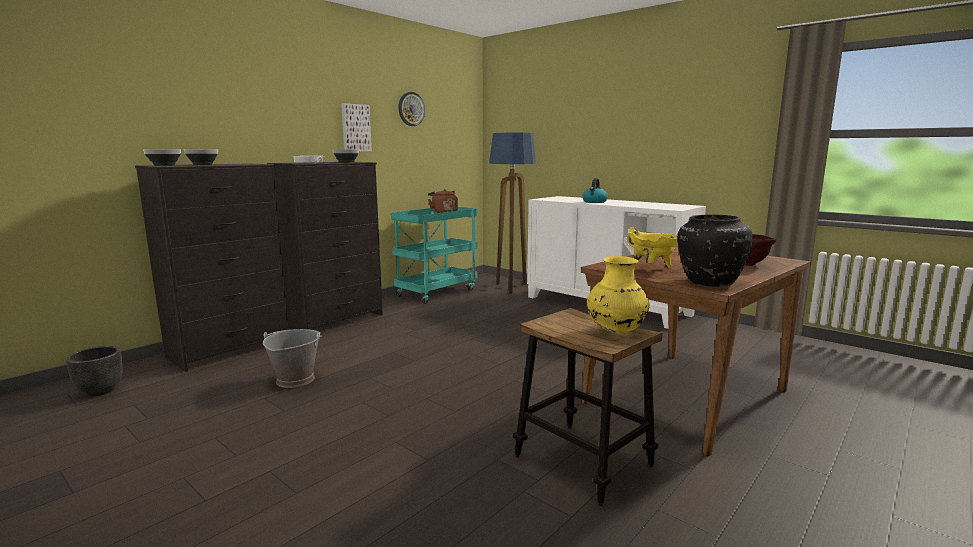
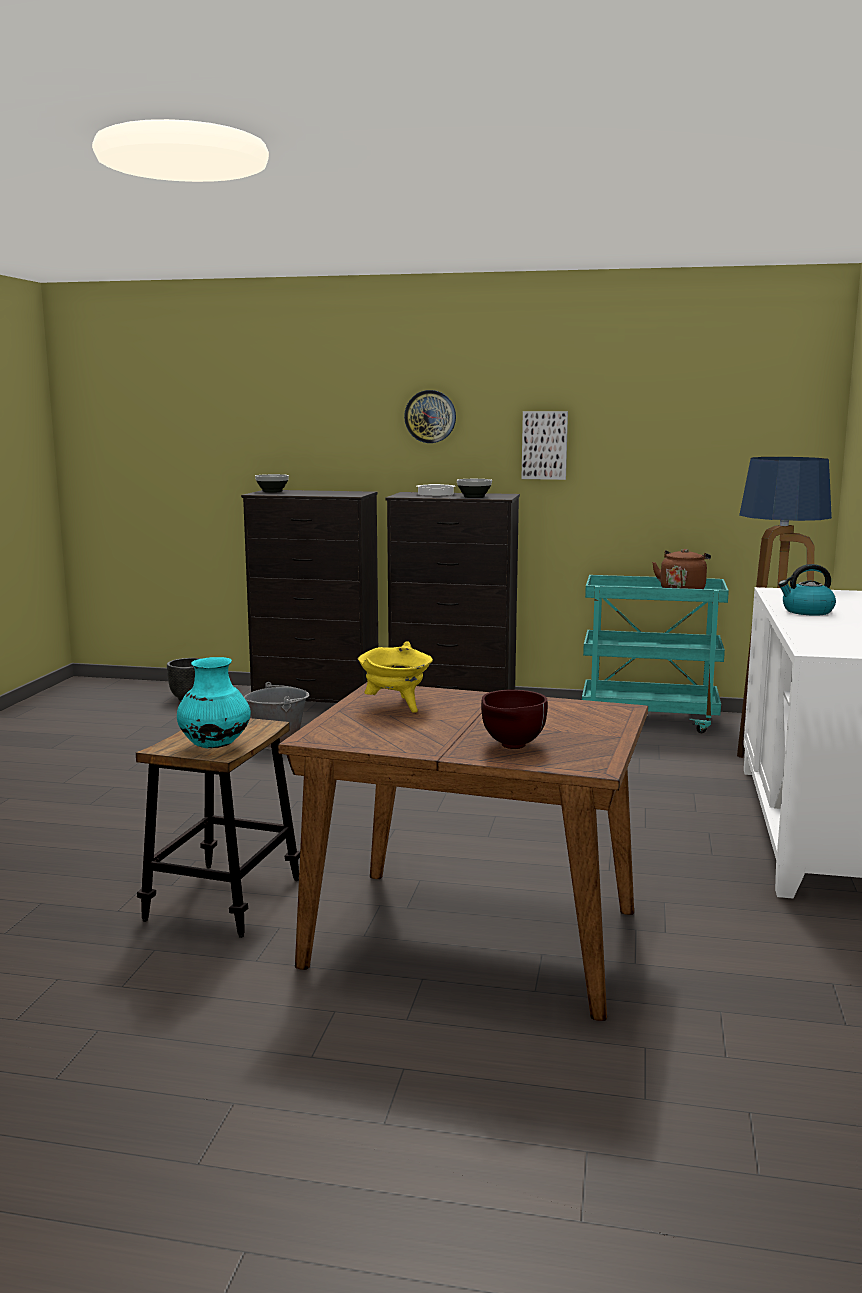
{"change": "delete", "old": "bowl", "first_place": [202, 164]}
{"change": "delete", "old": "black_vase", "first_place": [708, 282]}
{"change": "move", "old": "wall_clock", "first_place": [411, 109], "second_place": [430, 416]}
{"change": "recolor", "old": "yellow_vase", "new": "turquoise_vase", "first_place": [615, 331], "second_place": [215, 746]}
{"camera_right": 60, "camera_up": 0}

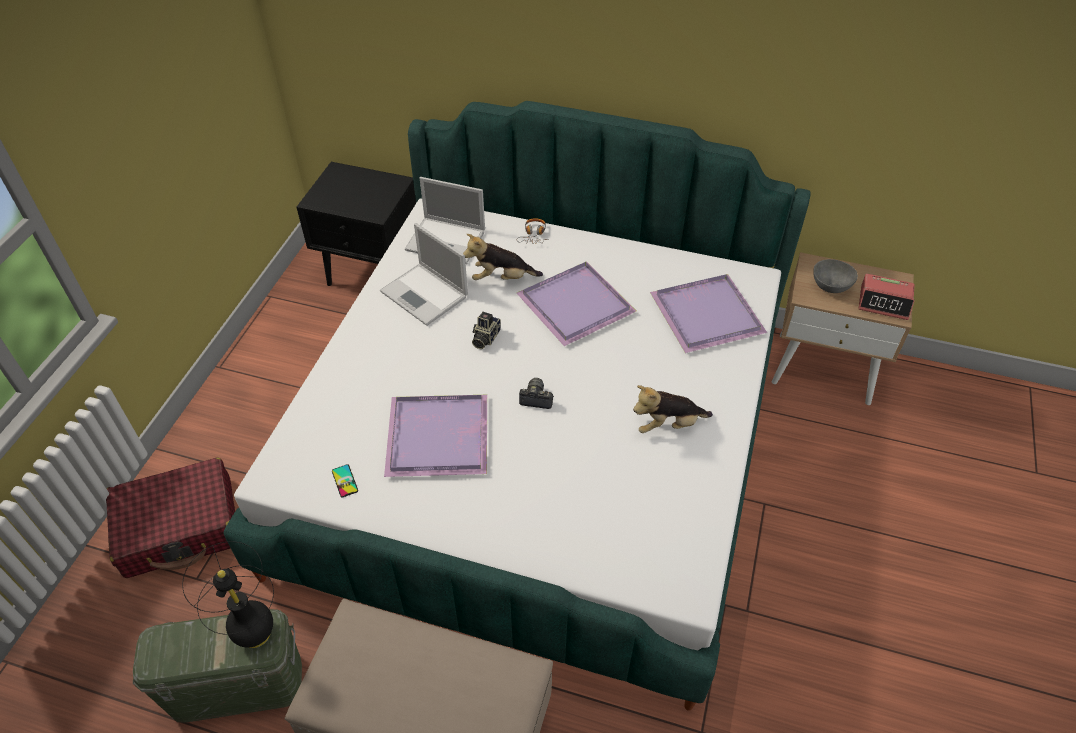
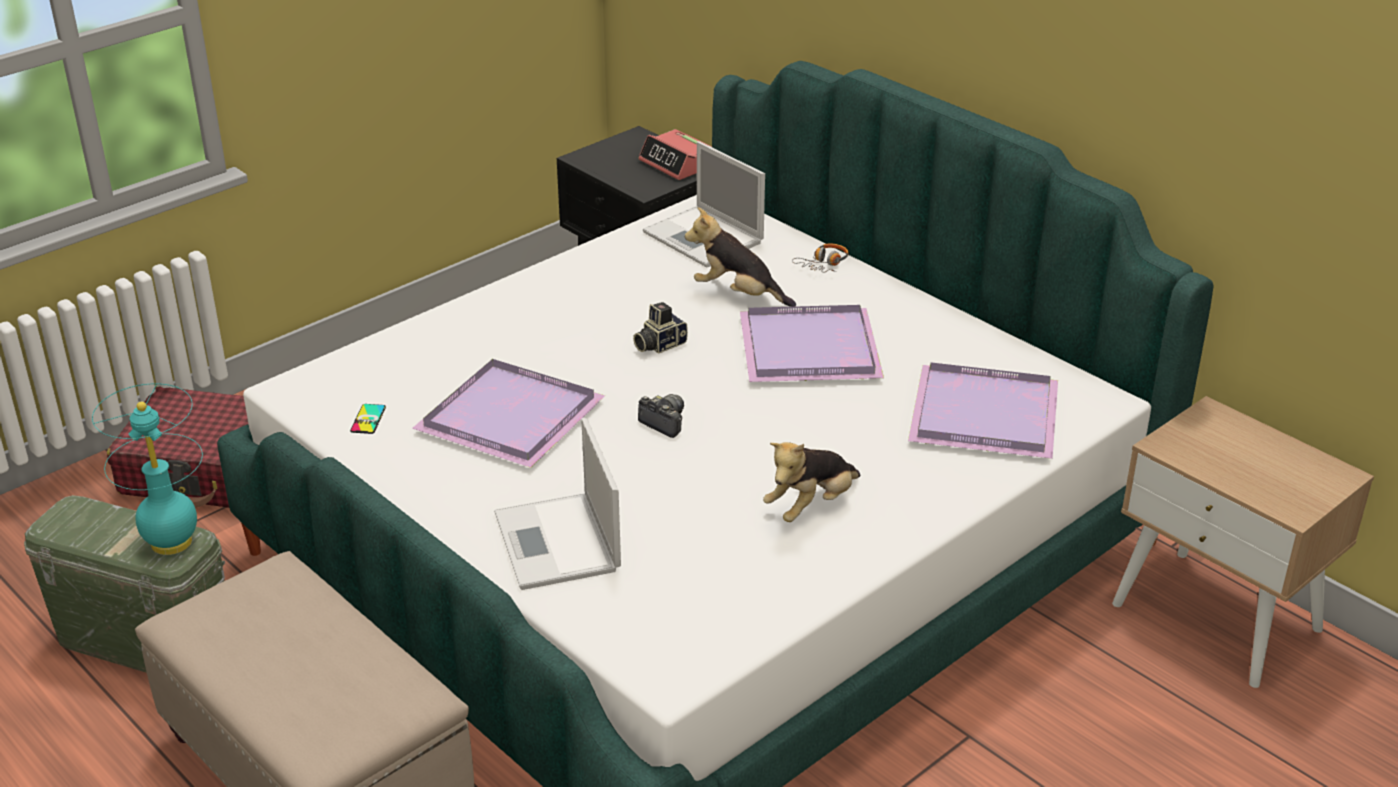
{"change": "delete", "old": "grey_bowl", "first_place": [831, 287]}
{"change": "move", "old": "laptop", "first_place": [425, 295], "second_place": [558, 544]}
{"change": "move", "old": "alarm_clock", "first_place": [884, 302], "second_place": [677, 164]}
{"change": "recolor", "old": "black_table_lamp", "new": "turquoise_table_lamp", "first_place": [254, 633], "second_place": [171, 542]}
{"change": "rotate", "old": "plush_toy", "first_place": [667, 424], "second_place": [811, 506], "degrees": -60}
{"camera_right": 30, "camera_up": -15}

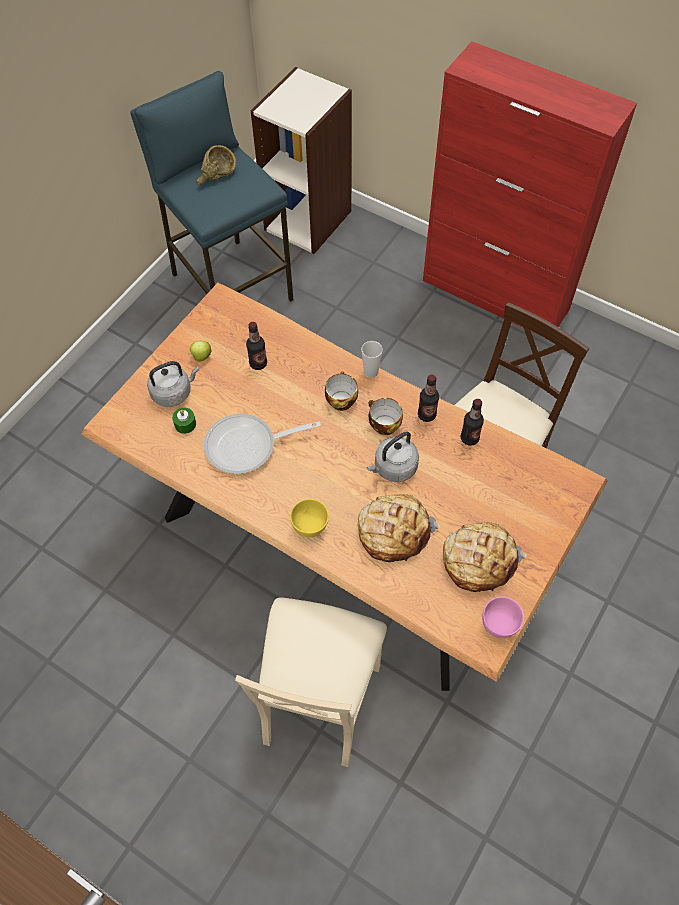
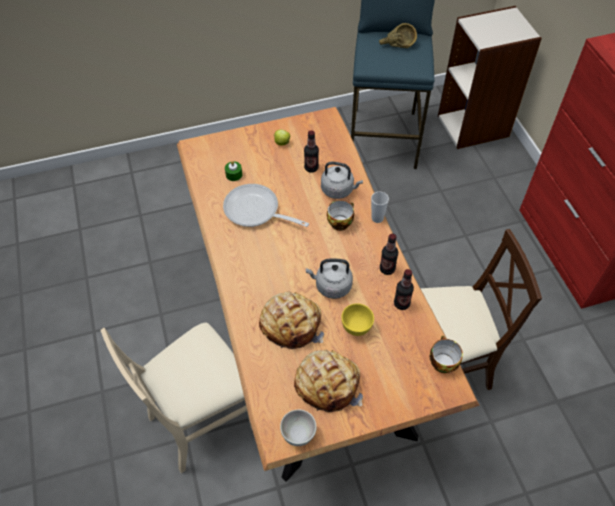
{"change": "move", "old": "grey_kettle", "first_place": [174, 392], "second_place": [339, 190]}
{"change": "move", "old": "yellow_bowl", "first_place": [310, 527], "second_place": [356, 328]}
{"change": "move", "old": "cup", "first_place": [382, 425], "second_place": [442, 362]}
{"change": "recolor", "old": "pink_bowl", "new": "white_bowl", "first_place": [499, 625], "second_place": [298, 435]}
{"camera_right": 40, "camera_up": -5}

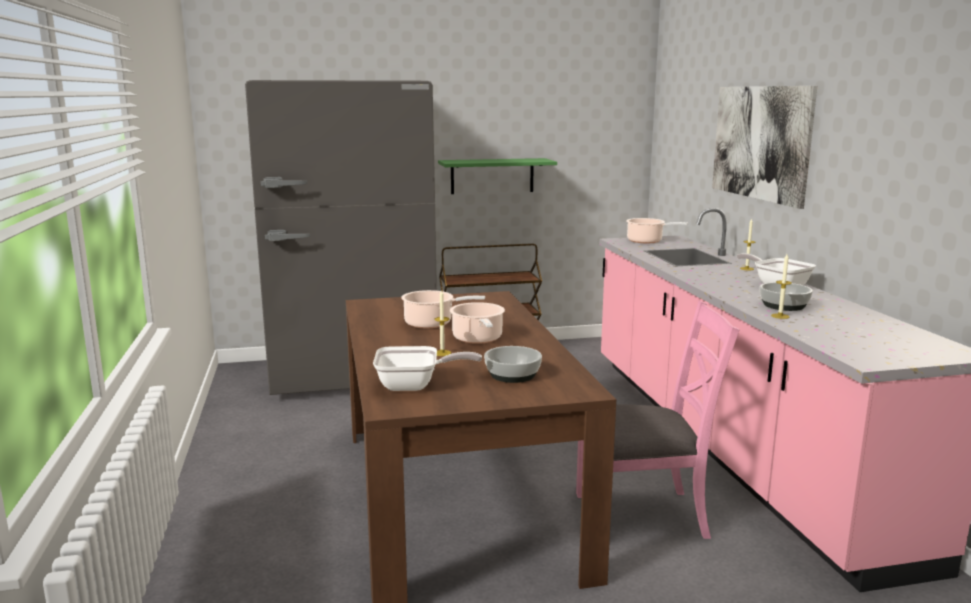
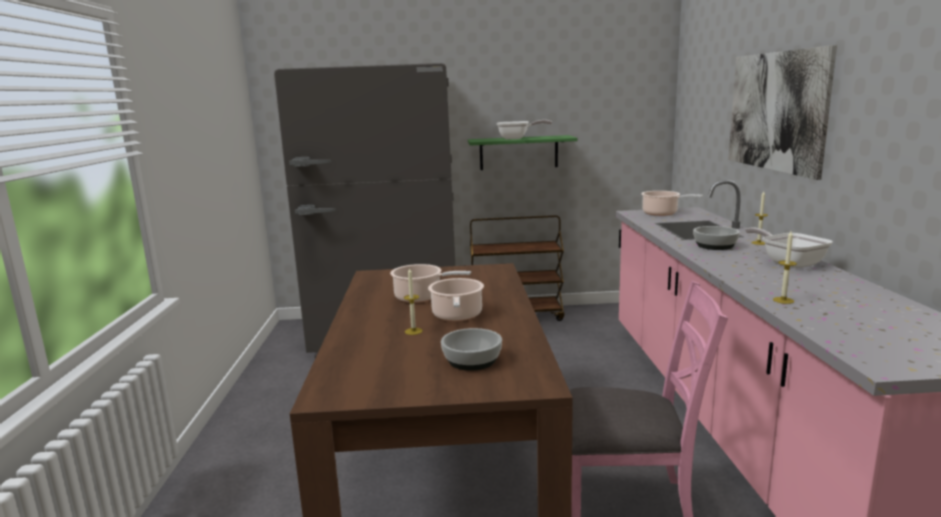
{"change": "move", "old": "frying_pan", "first_place": [415, 386], "second_place": [517, 138]}
{"change": "move", "old": "bowl", "first_place": [783, 305], "second_place": [714, 246]}
{"camera_right": 10, "camera_up": 0}

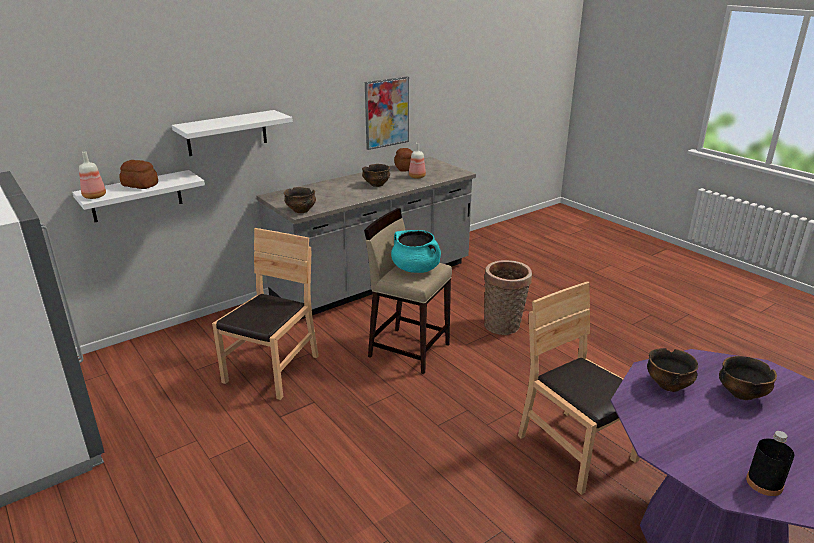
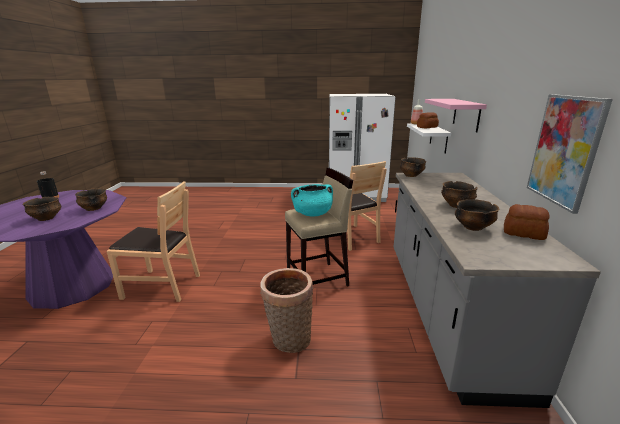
{"change": "replace", "old": "bottle", "new": "bowl", "first_place": [416, 177], "second_place": [473, 227]}
{"change": "recolor", "old": "white_shelf", "new": "pink_shelf", "first_place": [227, 133], "second_place": [466, 114]}
{"camera_right": 130, "camera_up": -5}

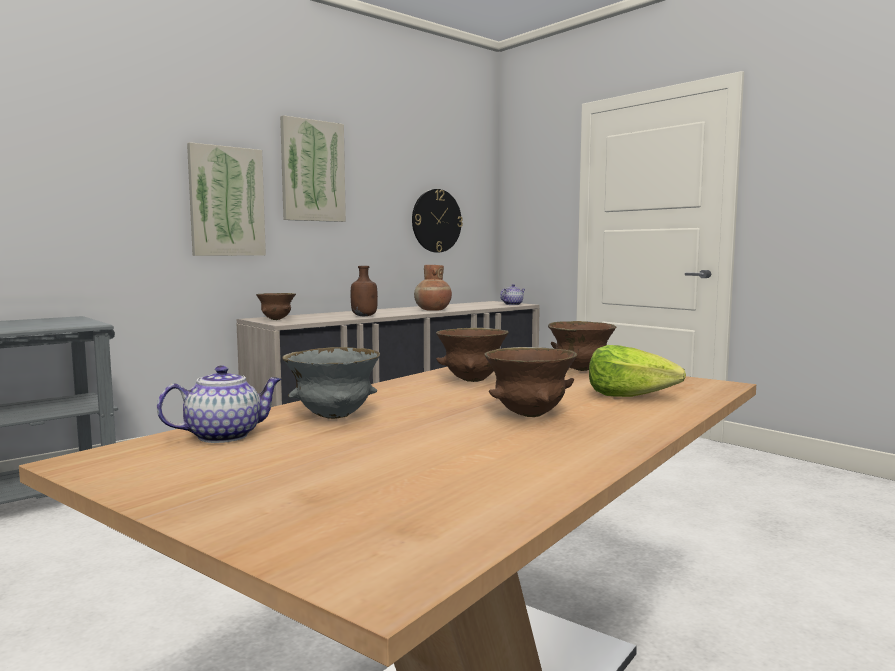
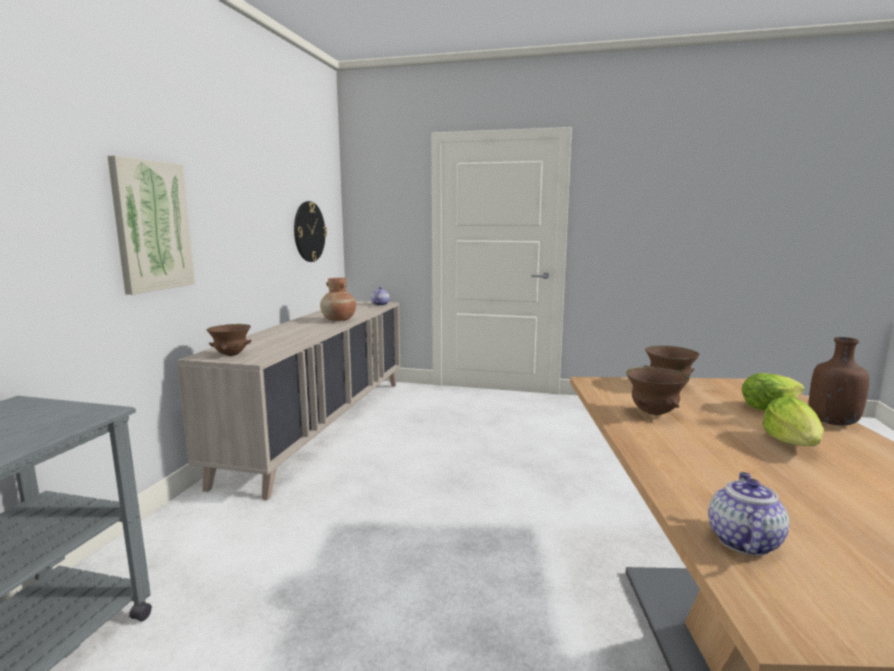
{"change": "delete", "old": "picture", "first_place": [312, 171]}
{"change": "delete", "old": "grey_bowl", "first_place": [334, 417]}
{"change": "move", "old": "brown_bottle", "first_place": [364, 316], "second_place": [832, 422]}
{"change": "replace", "old": "brown_bowl", "new": "lettuce", "first_place": [530, 415], "second_place": [793, 444]}
{"camera_right": -35, "camera_up": 5}

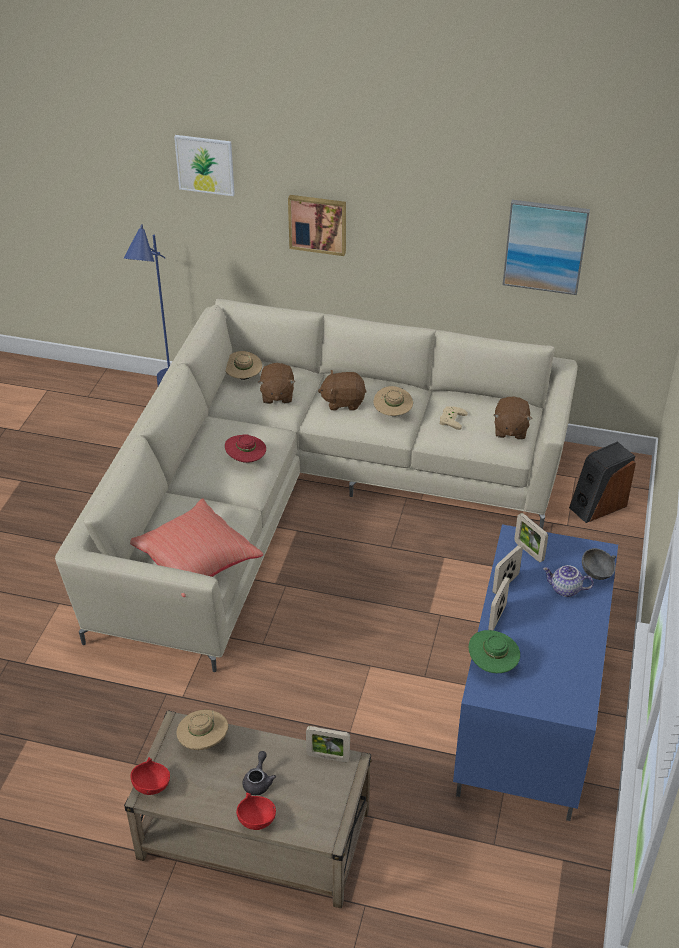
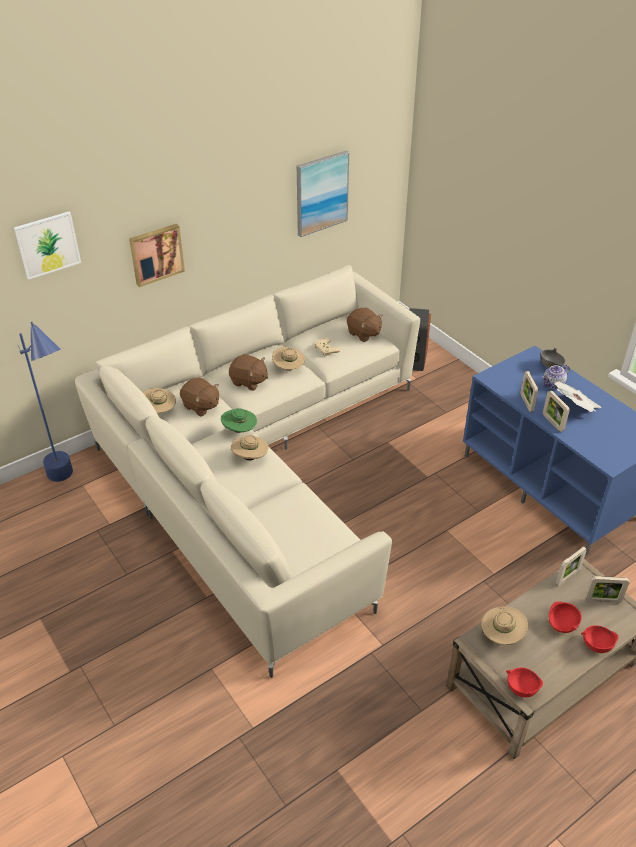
{"change": "delete", "old": "red_pillow", "first_place": [195, 562]}
{"change": "insert", "new": "newspaper", "second_place": [575, 407]}
{"change": "move", "old": "green_hat", "first_place": [492, 664], "second_place": [239, 430]}
{"change": "move", "old": "picture_frame", "first_place": [528, 551], "second_place": [602, 600]}
{"change": "replace", "old": "grey_teapot", "new": "red_bowl", "first_place": [258, 781], "second_place": [562, 625]}
{"change": "recolor", "old": "red_hat", "new": "beige_hat", "first_place": [246, 460], "second_place": [250, 457]}
{"change": "rotate", "old": "brown_plush_toy", "first_place": [343, 402], "second_place": [249, 382], "degrees": -105}
{"camera_right": -50, "camera_up": 0}

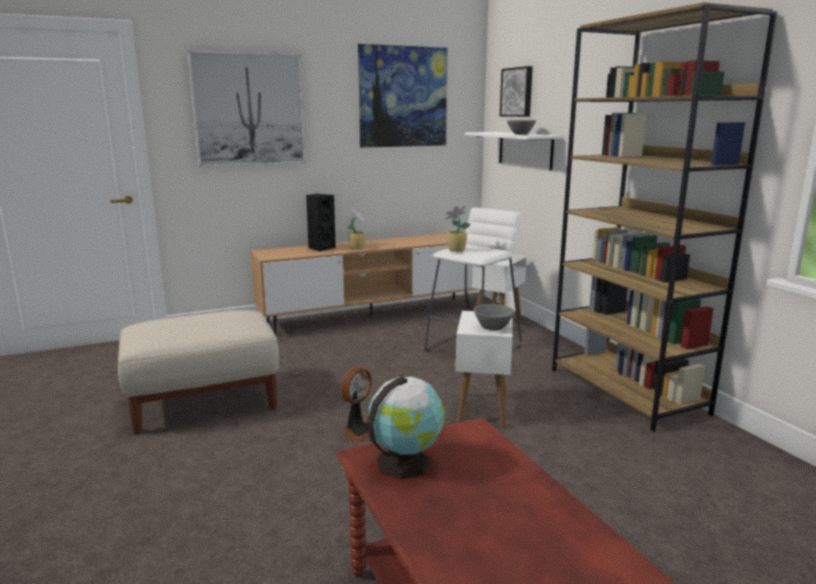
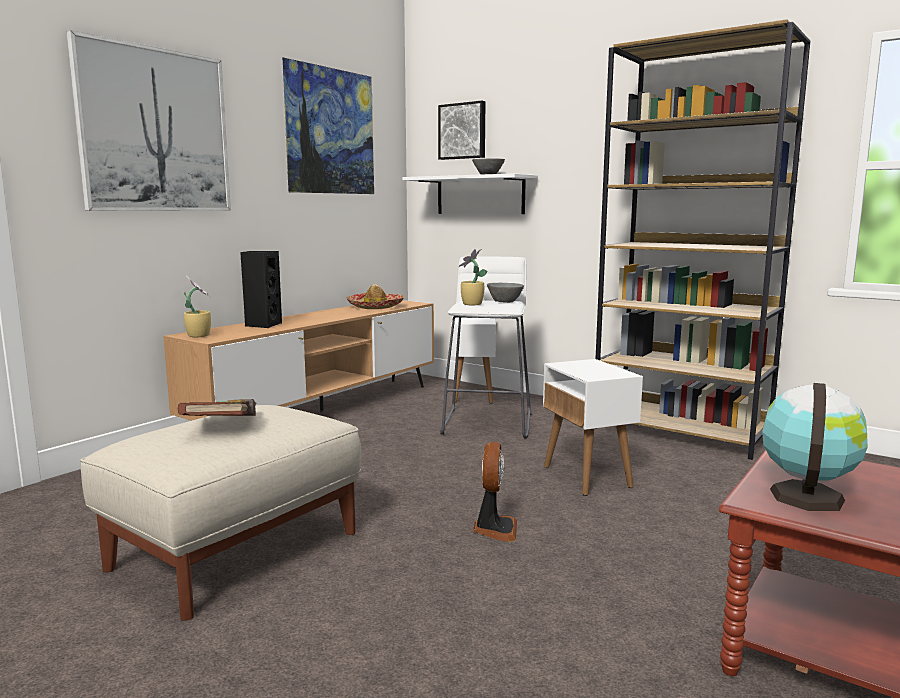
{"change": "insert", "new": "brown_book", "second_place": [223, 428]}
{"change": "insert", "new": "hat", "second_place": [375, 307]}
{"change": "move", "old": "potted_plant", "first_place": [357, 248], "second_place": [199, 335]}
{"change": "move", "old": "grey_bowl", "first_place": [492, 328], "second_place": [505, 302]}
{"camera_right": -30, "camera_up": -5}

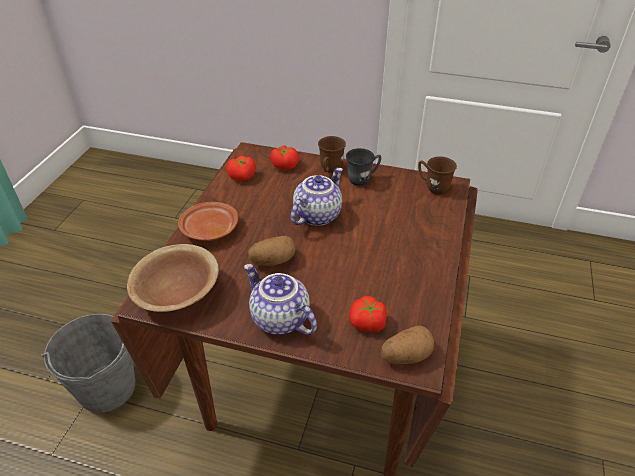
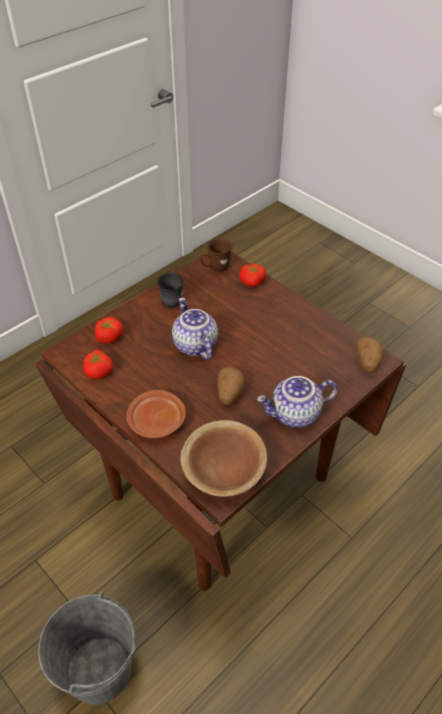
{"change": "delete", "old": "brown_mug", "first_place": [329, 170]}
{"change": "move", "old": "tomato", "first_place": [367, 323], "second_place": [252, 282]}
{"camera_right": -60, "camera_up": 5}

